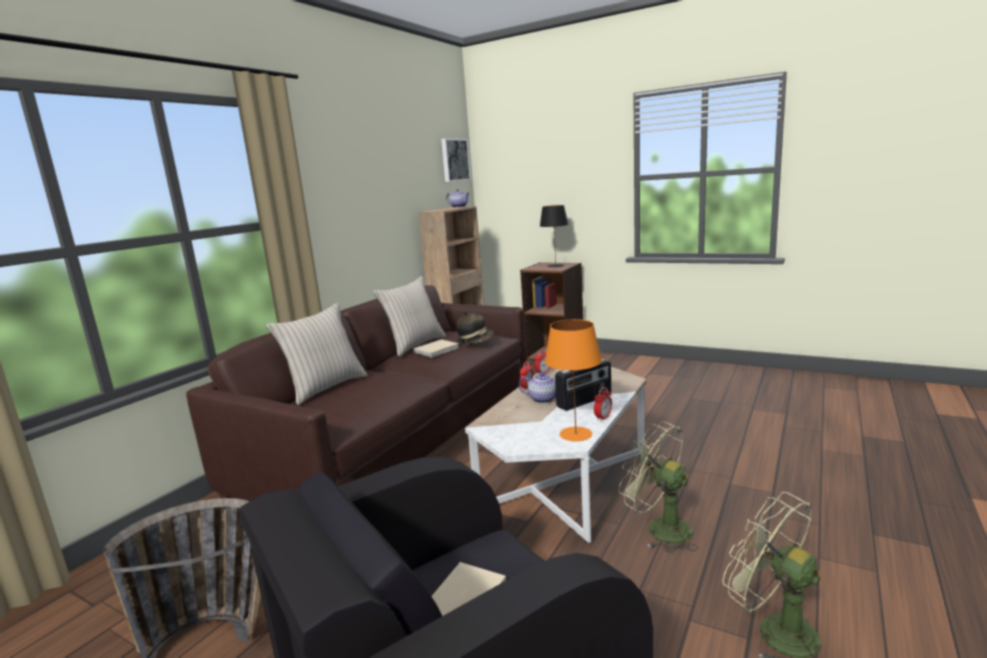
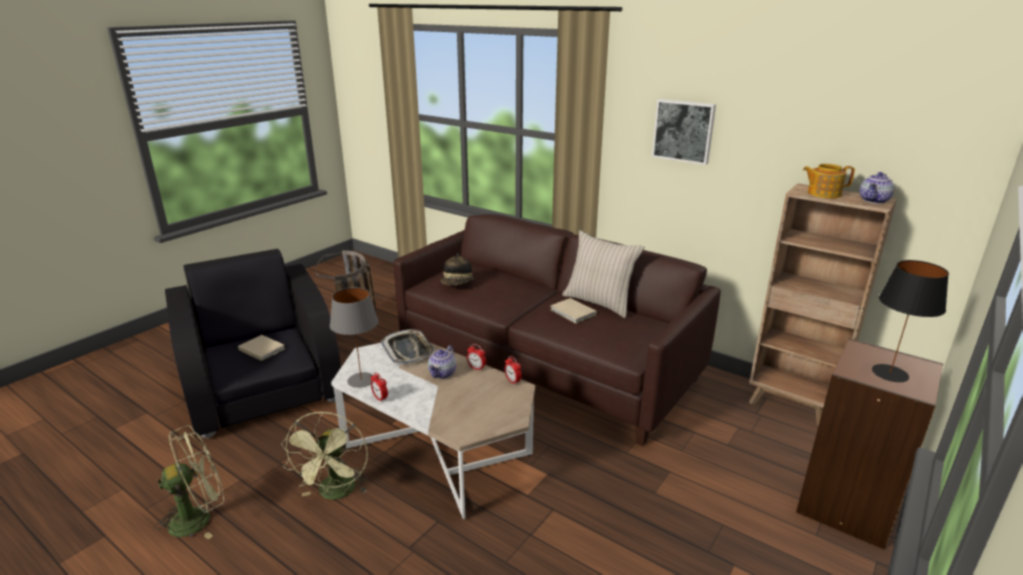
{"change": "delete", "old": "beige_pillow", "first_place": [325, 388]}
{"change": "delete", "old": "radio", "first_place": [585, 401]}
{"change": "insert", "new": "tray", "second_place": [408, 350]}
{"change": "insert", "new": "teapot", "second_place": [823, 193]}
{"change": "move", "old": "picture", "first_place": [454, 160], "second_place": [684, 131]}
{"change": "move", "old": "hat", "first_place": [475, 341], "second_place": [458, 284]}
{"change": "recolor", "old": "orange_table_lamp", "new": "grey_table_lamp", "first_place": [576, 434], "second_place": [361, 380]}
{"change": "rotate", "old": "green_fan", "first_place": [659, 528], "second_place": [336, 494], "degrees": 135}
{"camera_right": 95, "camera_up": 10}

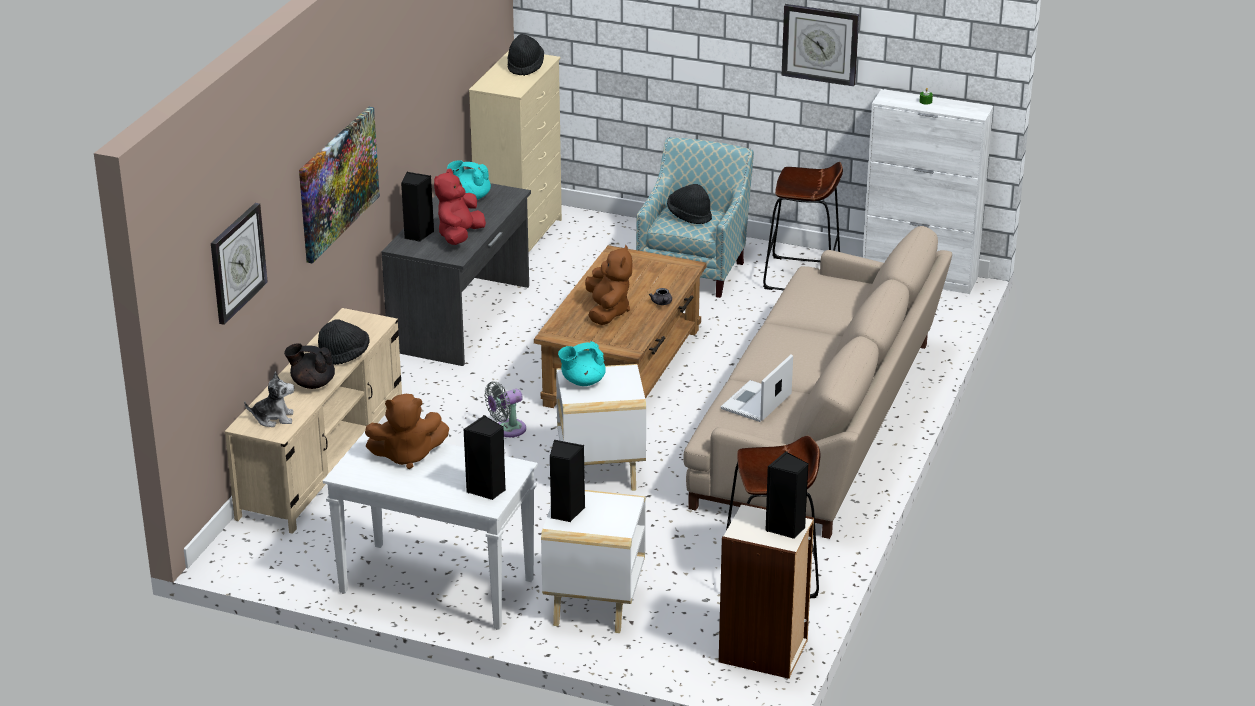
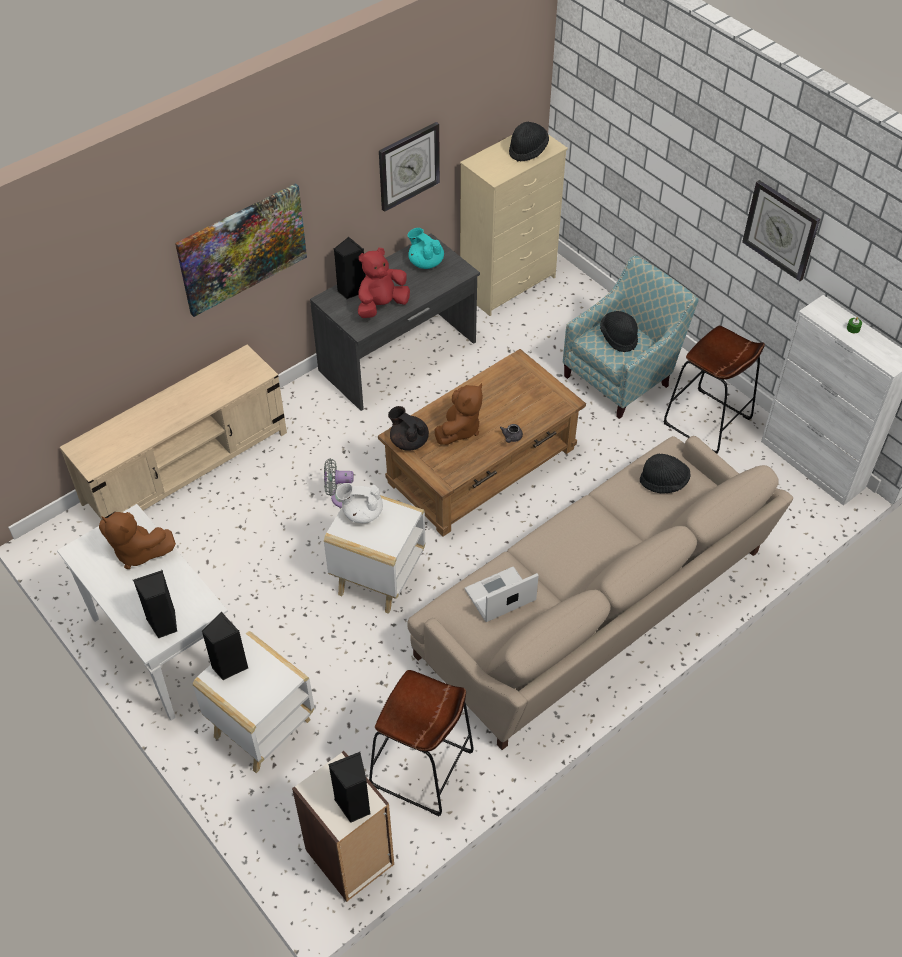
{"change": "delete", "old": "plush_toy", "first_place": [273, 418]}
{"change": "move", "old": "wall_clock", "first_place": [237, 262], "second_place": [408, 166]}
{"change": "move", "old": "black_teapot", "first_place": [312, 384], "second_place": [409, 441]}
{"change": "move", "old": "black_hat", "first_place": [344, 356], "second_place": [664, 482]}
{"change": "recolor", "old": "turquoise_teapot", "new": "white_teapot", "first_place": [582, 381], "second_place": [362, 513]}
{"camera_right": 30, "camera_up": 20}

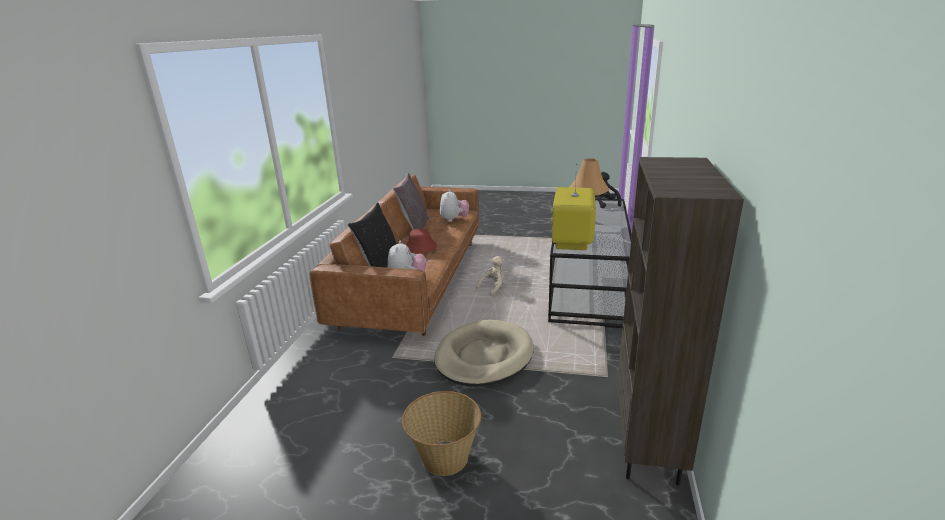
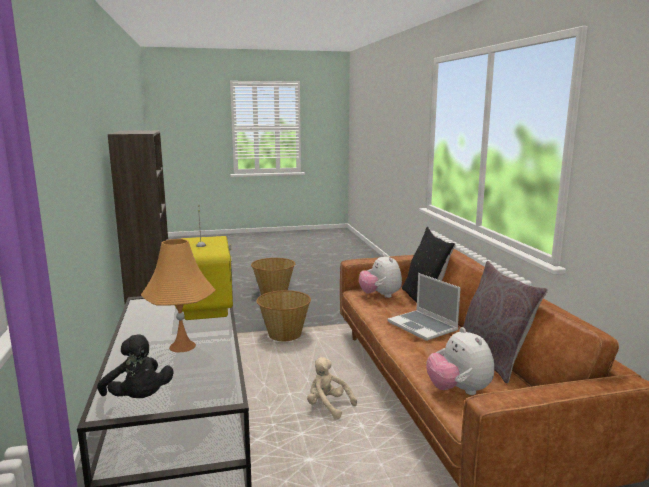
{"change": "replace", "old": "red_hat", "new": "laptop", "first_place": [420, 247], "second_place": [423, 326]}
{"change": "replace", "old": "beige_dog_bed", "new": "basket", "first_place": [484, 357], "second_place": [284, 335]}
{"change": "rotate", "old": "beige_plush_toy", "first_place": [493, 287], "second_place": [328, 406], "degrees": 105}
{"camera_right": 155, "camera_up": -10}

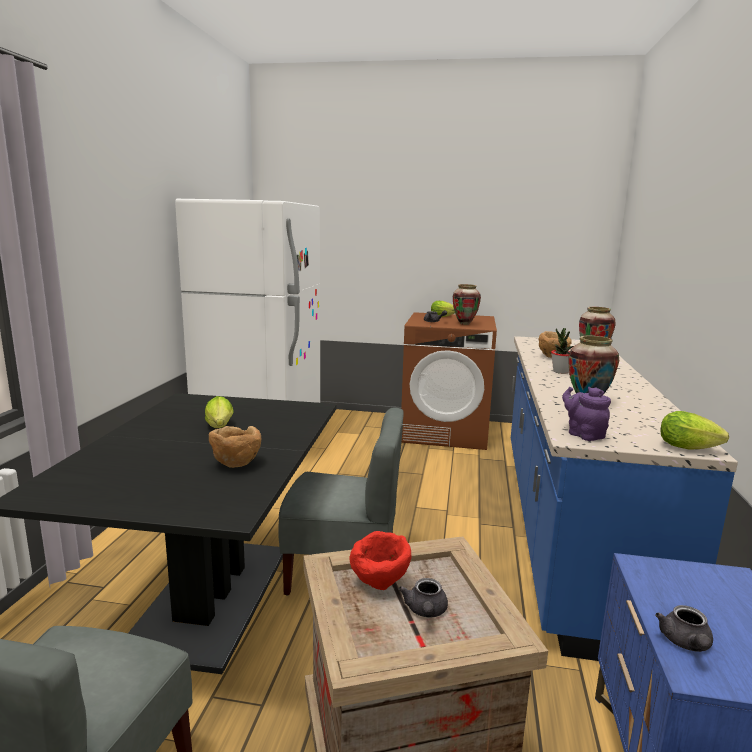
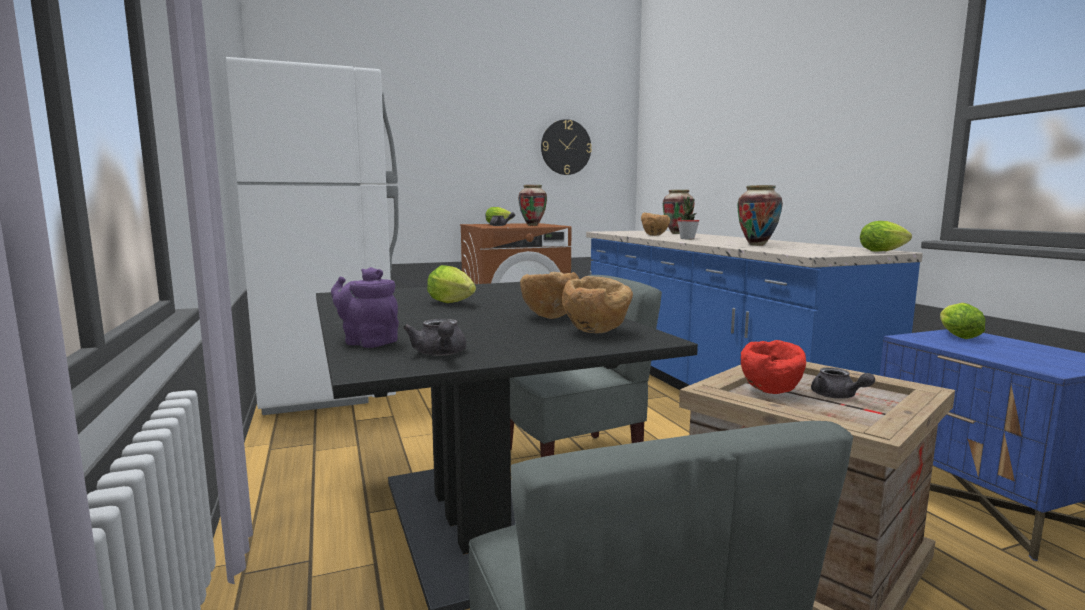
{"change": "insert", "new": "wall_clock", "second_place": [566, 147]}
{"change": "insert", "new": "brown_bowl", "second_place": [596, 332]}
{"change": "insert", "new": "lettuce", "second_place": [956, 335]}
{"change": "move", "old": "purple_teapot", "first_place": [583, 434], "second_place": [367, 342]}
{"change": "move", "old": "grey_teapot", "first_place": [686, 643], "second_place": [440, 354]}
{"camera_right": -30, "camera_up": -5}

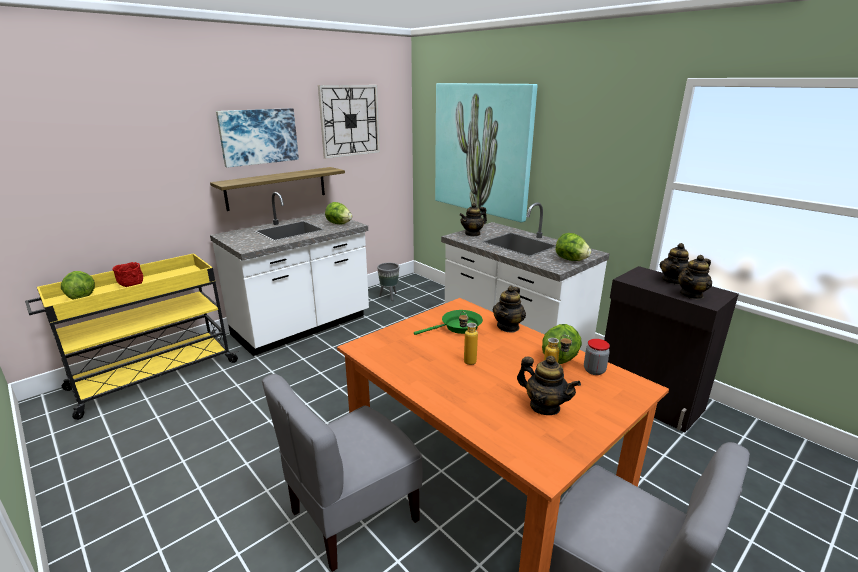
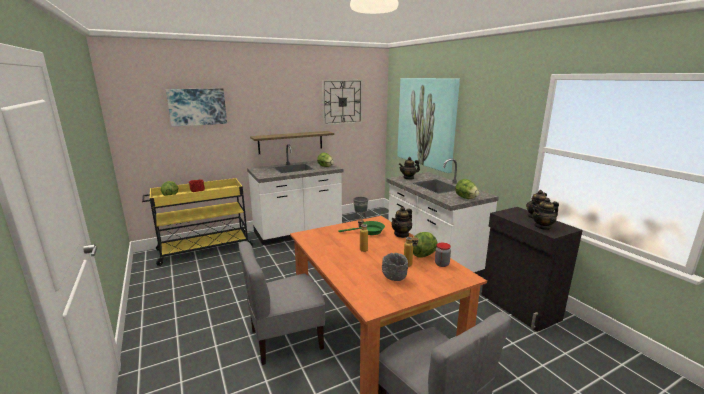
{"change": "move", "old": "picture", "first_place": [258, 136], "second_place": [197, 107]}
{"change": "replace", "old": "teapot", "new": "grey_bowl", "first_place": [544, 406], "second_place": [394, 278]}
{"camera_right": 15, "camera_up": -5}

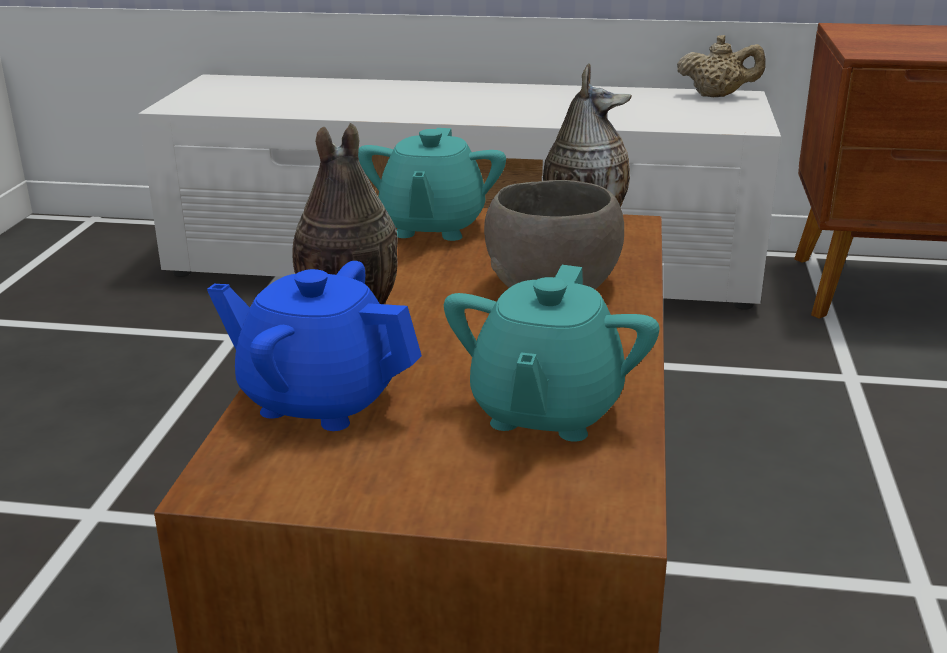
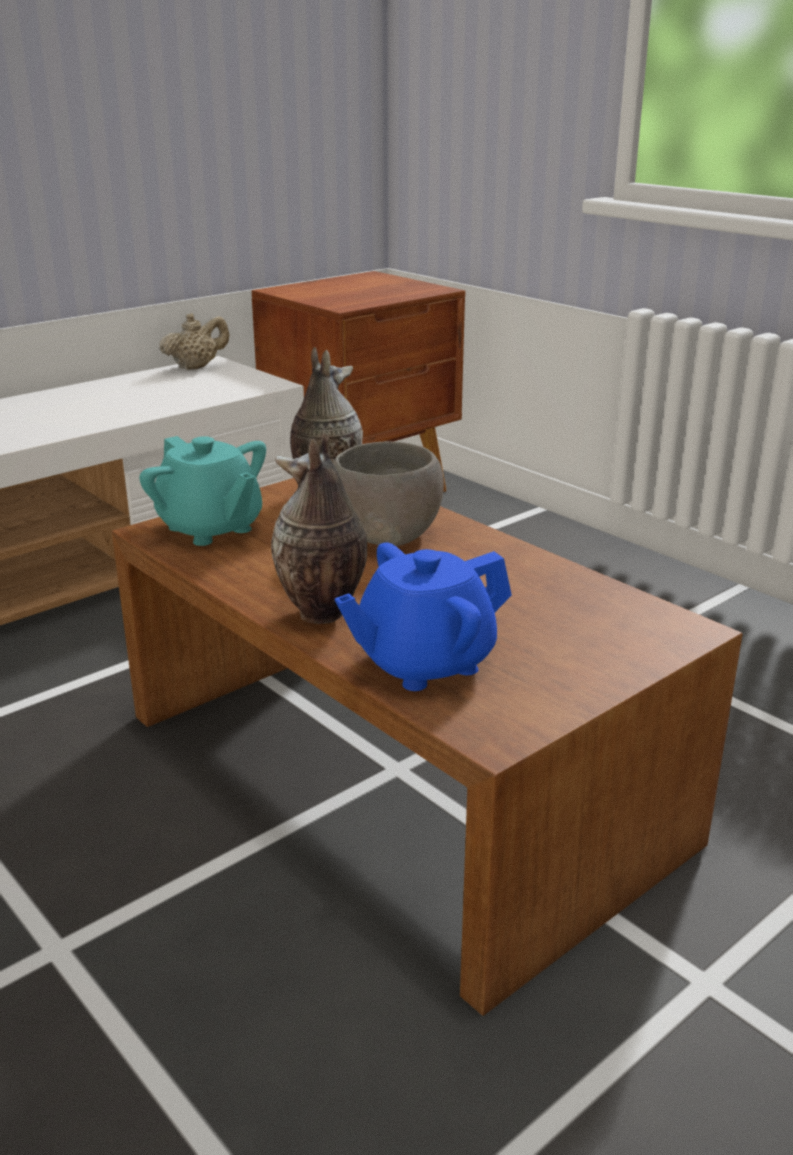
{"change": "delete", "old": "turquoise_teapot", "first_place": [545, 411]}
{"camera_right": -50, "camera_up": 0}

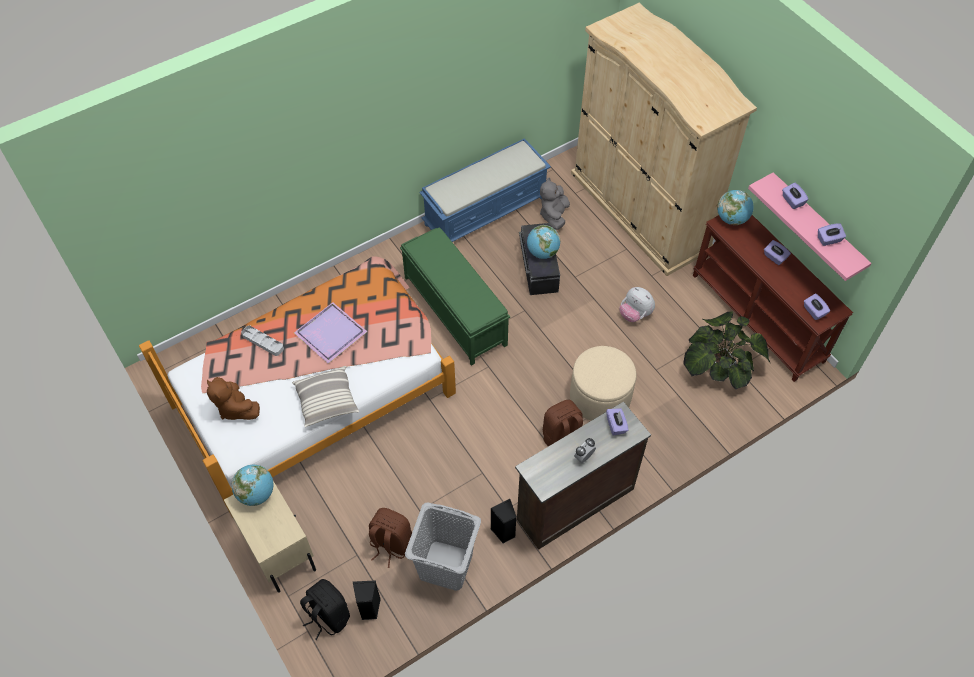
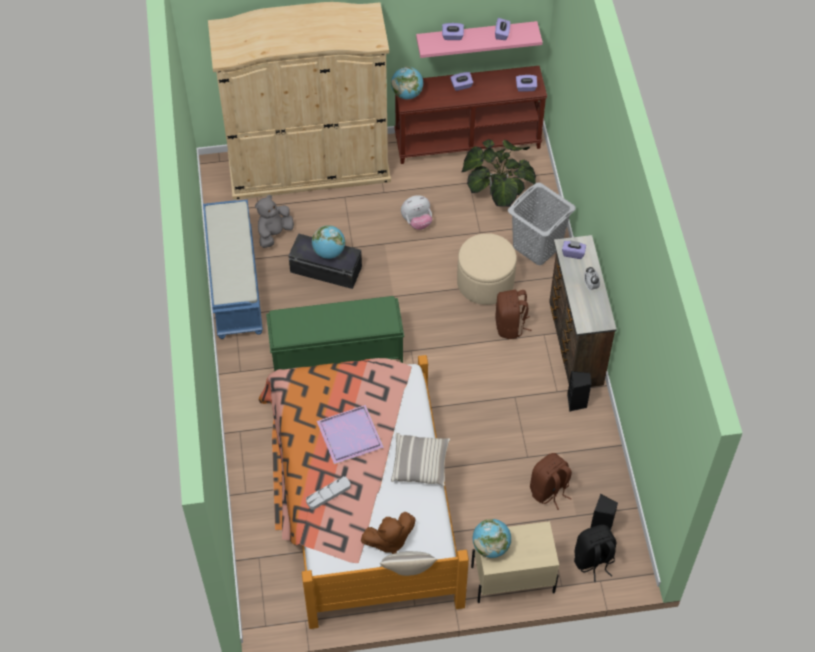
{"change": "insert", "new": "pillow", "second_place": [408, 573]}
{"change": "move", "old": "grey_laundry_basket", "first_place": [446, 565], "second_place": [537, 245]}
{"change": "rotate", "old": "grey_plush_toy", "first_place": [554, 215], "second_place": [274, 233], "degrees": 90}
{"camera_right": -65, "camera_up": 0}

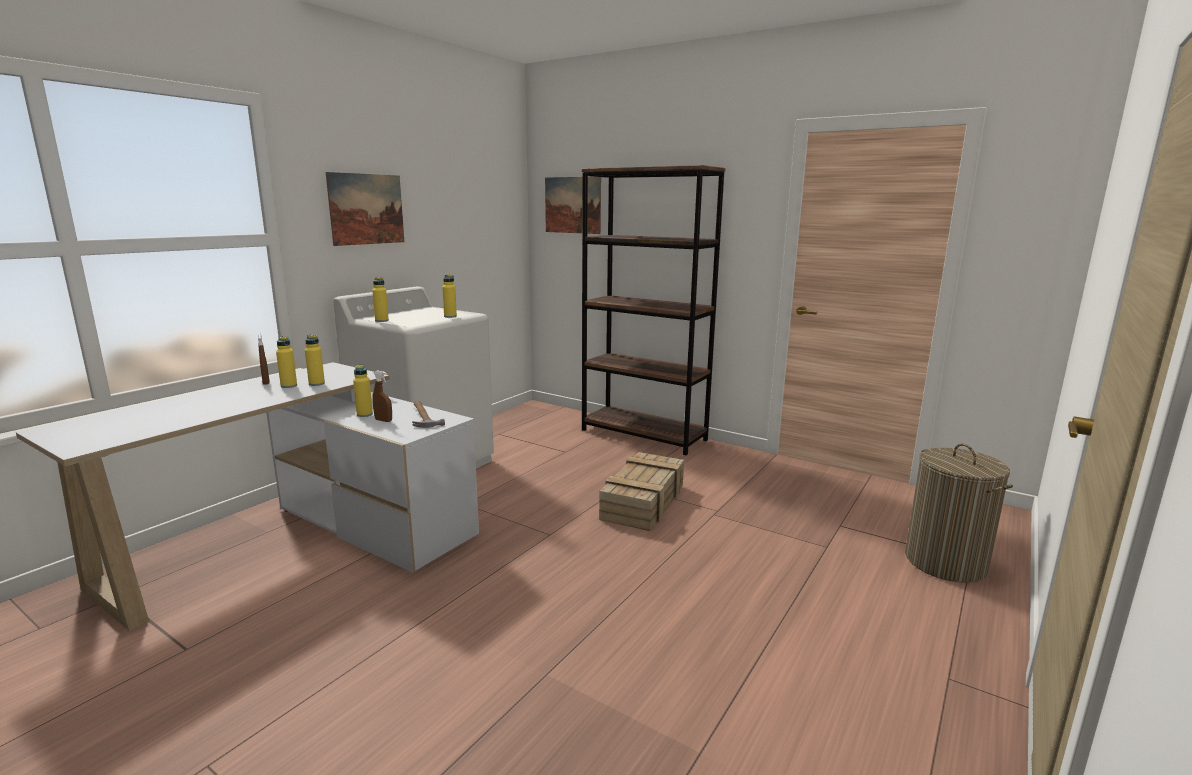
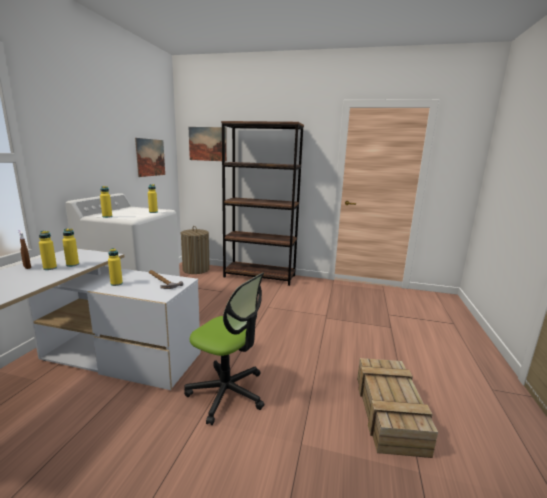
{"change": "delete", "old": "brown_spray_bottle", "first_place": [383, 420]}
{"change": "insert", "new": "office_chair", "second_place": [227, 392]}
{"change": "move", "old": "picture", "first_place": [366, 209], "second_place": [150, 157]}
{"change": "move", "old": "crate", "first_place": [643, 503], "second_place": [390, 413]}
{"change": "move", "old": "laundry_basket", "first_place": [945, 562], "second_place": [196, 269]}
{"camera_right": -20, "camera_up": 0}

